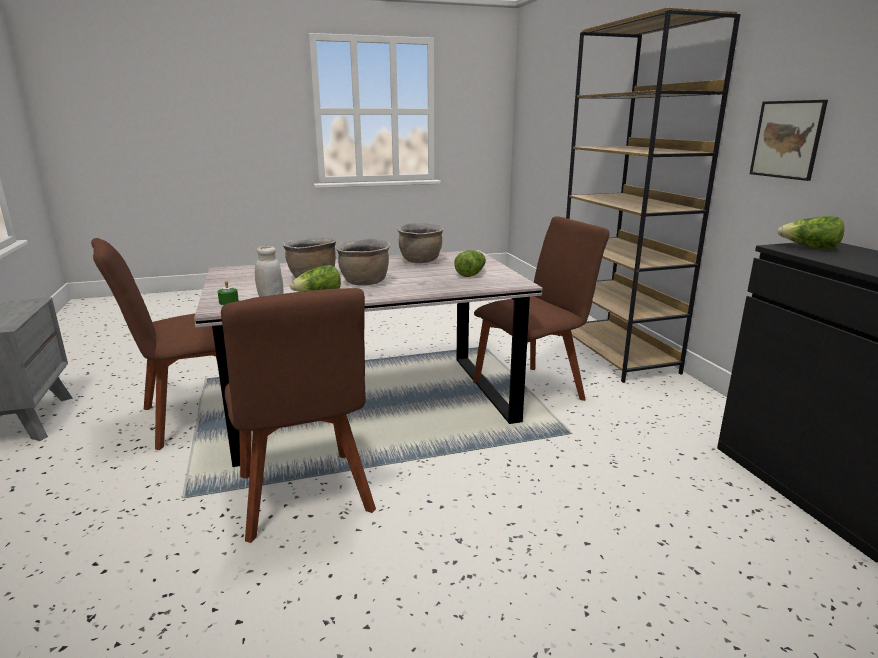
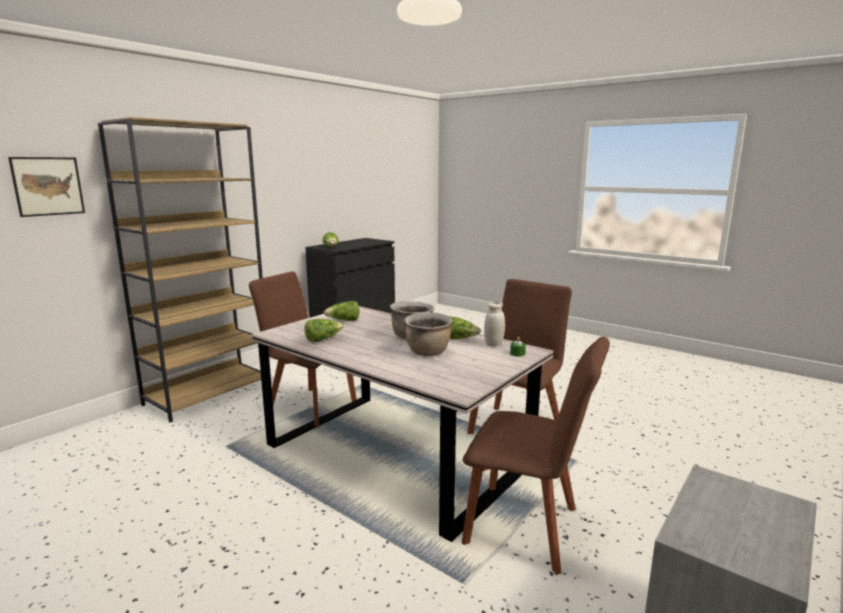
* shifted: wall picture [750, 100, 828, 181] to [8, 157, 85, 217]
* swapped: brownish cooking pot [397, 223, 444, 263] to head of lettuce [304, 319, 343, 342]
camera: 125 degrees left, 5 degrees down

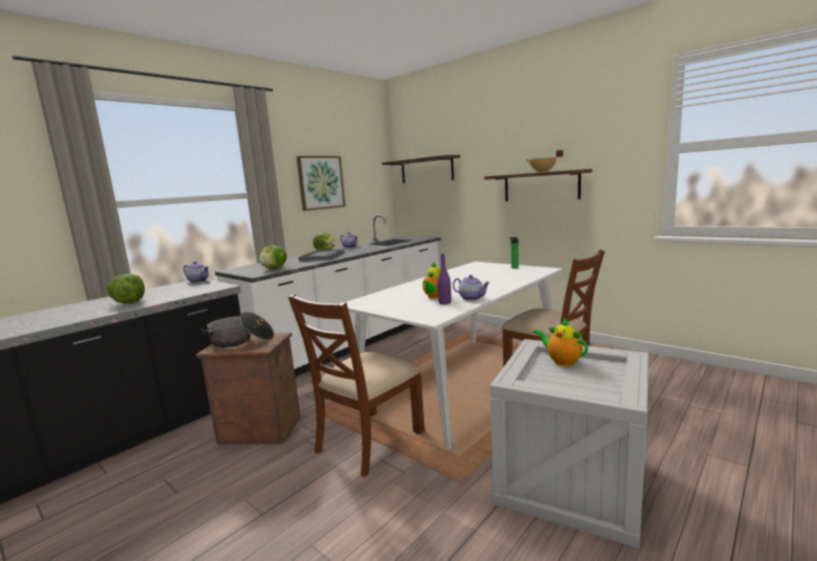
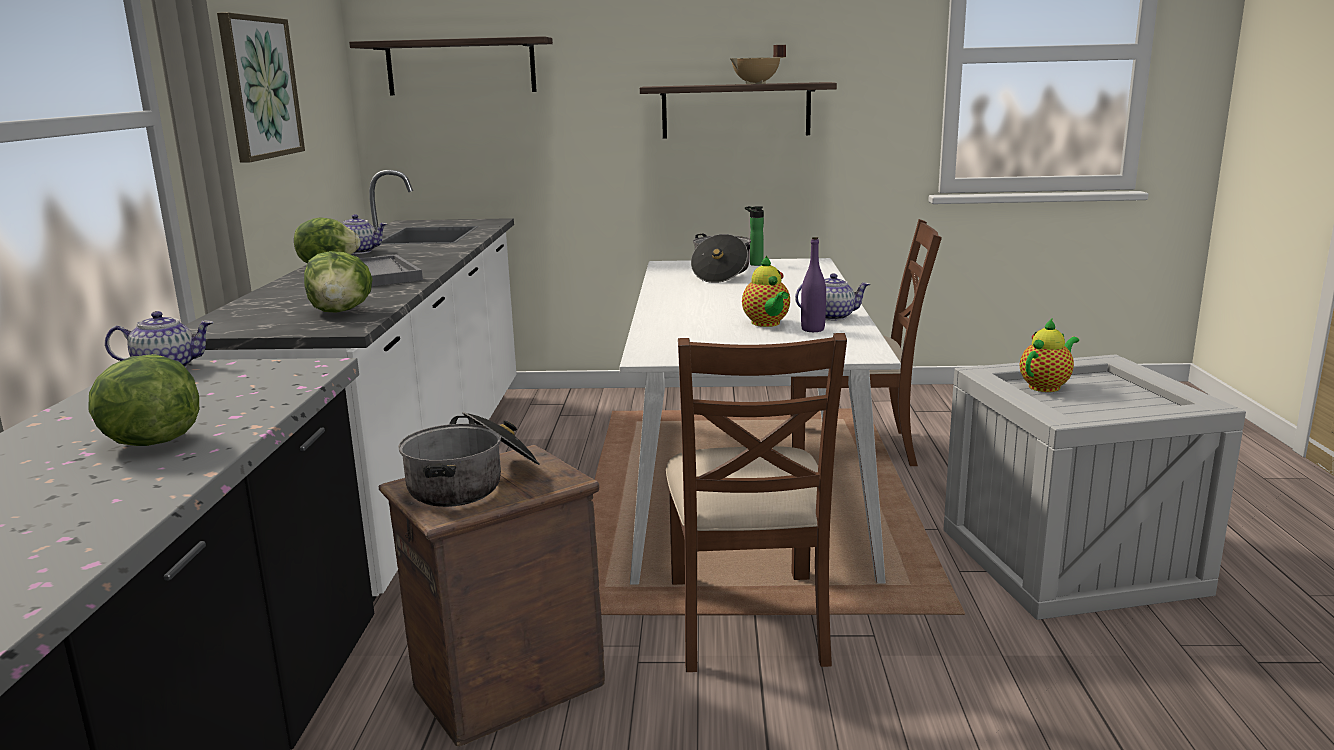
* new: cooking pot [691, 234, 751, 283]
* rotated: tea pot [533, 318, 588, 367] = [1020, 318, 1079, 392] 135 degrees clockwise
camera: 40 degrees left, 5 degrees up

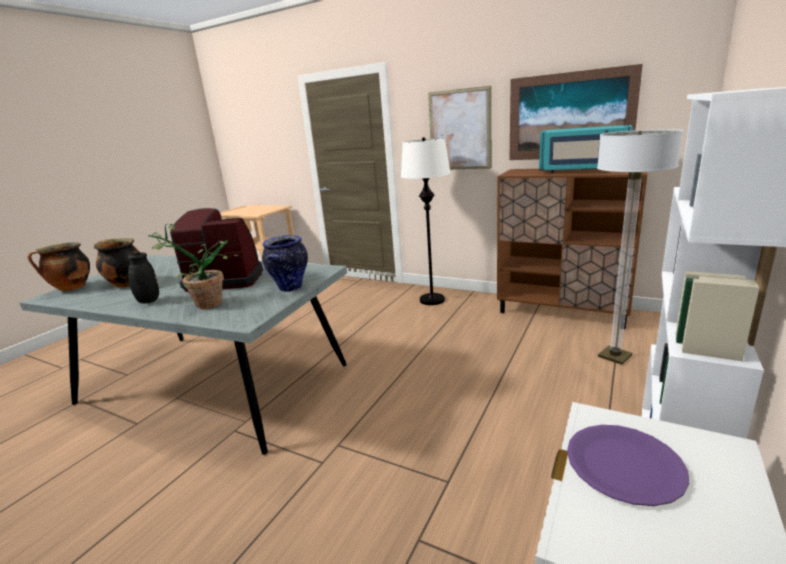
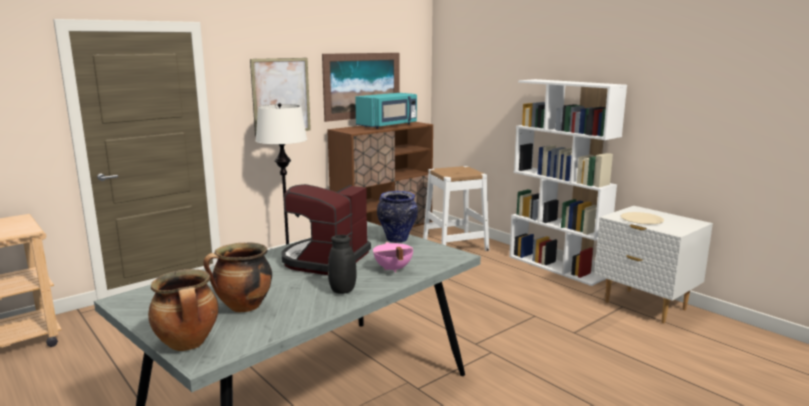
* swapped: plant in a pot [148, 224, 239, 309] to pinkish cooking pot [373, 242, 413, 272]
* swapped: standing lamp [597, 129, 684, 365] to white-coloured stool seat [423, 166, 489, 251]
* repainted: purple dinner plate [567, 425, 689, 506] to sand-coloured dinner plate [621, 212, 664, 224]
camera: 70 degrees left, 5 degrees down

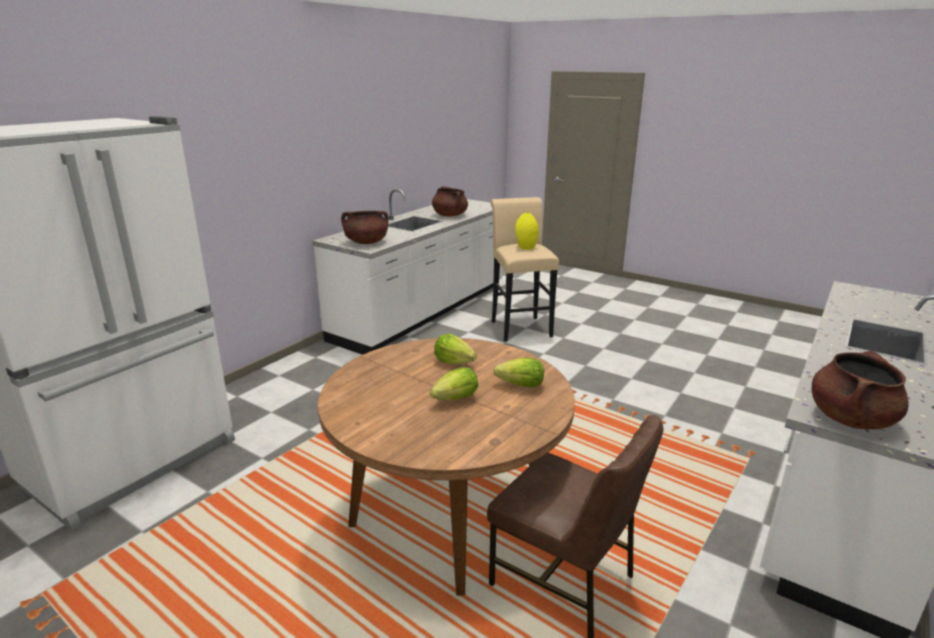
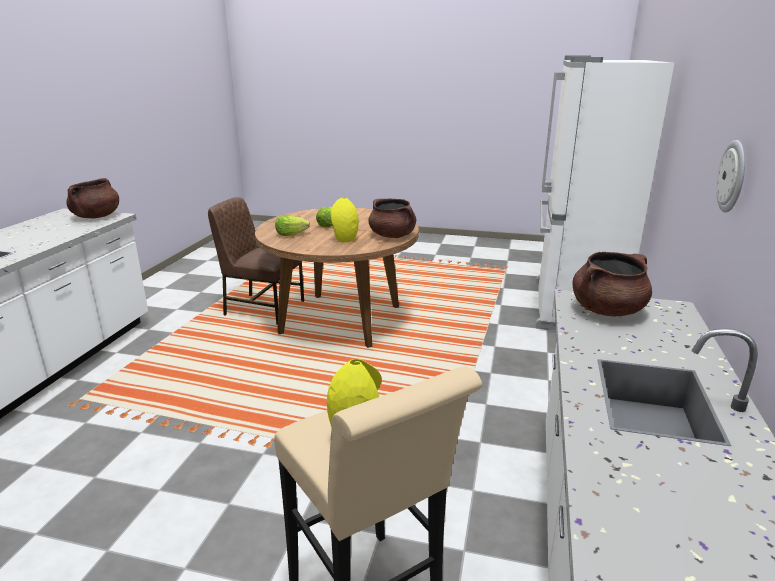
* swapped: head of lettuce [434, 333, 477, 364] to yellow-coloured decorative vase [331, 197, 359, 242]
* shifted: brownish cooking pot [432, 186, 468, 217] to [369, 199, 416, 238]
* new: wall clock [716, 140, 745, 213]
camera: 160 degrees right, 0 degrees up

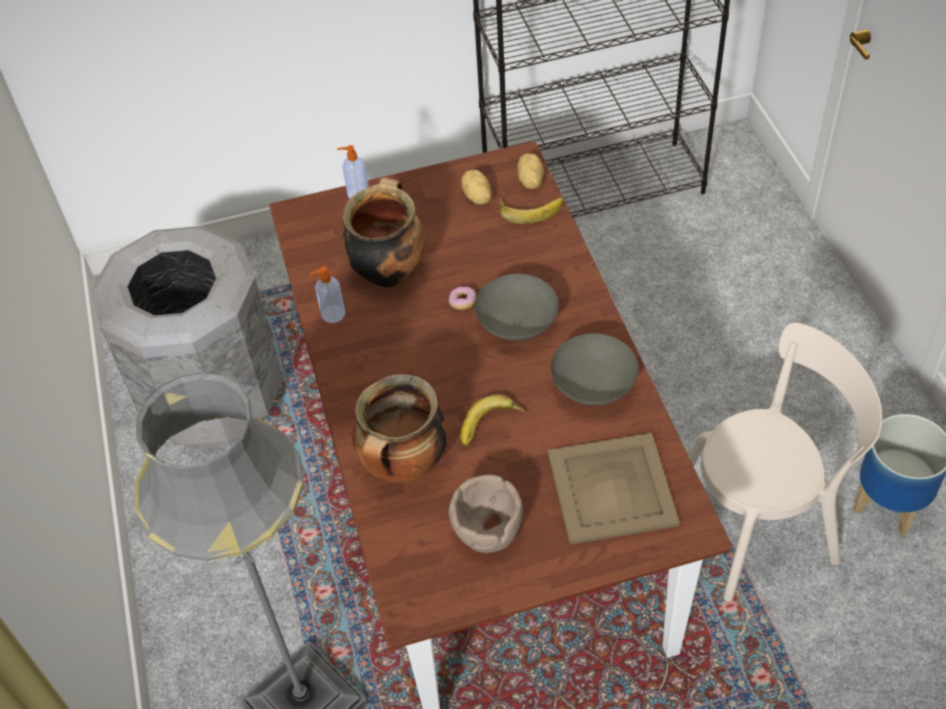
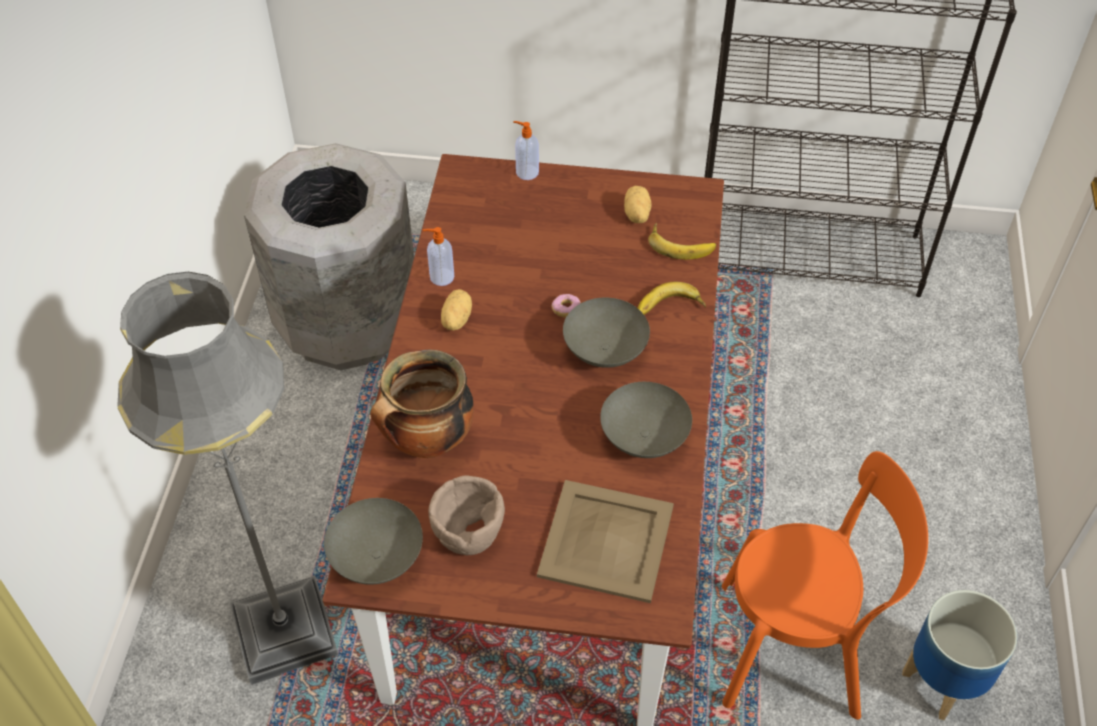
* new: grey bowl [324, 498, 423, 585]
* shifted: whole potato [518, 153, 544, 189] to [441, 289, 472, 330]
* shifted: banana fruit [460, 394, 525, 447] to [638, 282, 706, 315]
* repainted: sand-coloured upright chair [689, 323, 882, 601] to orange-coloured upright chair [722, 451, 928, 720]
* gone: cooking pot [342, 177, 426, 288]
camera: 20 degrees right, 0 degrees up

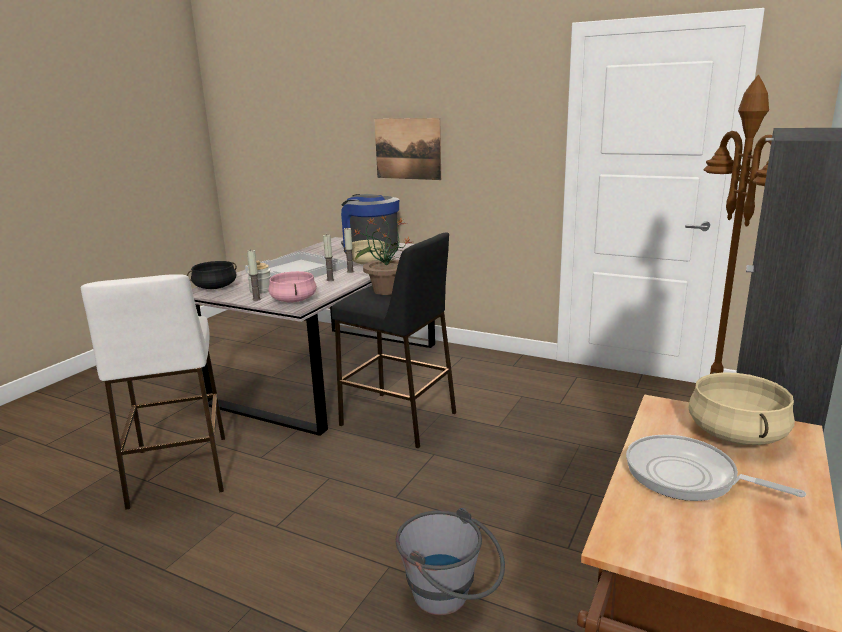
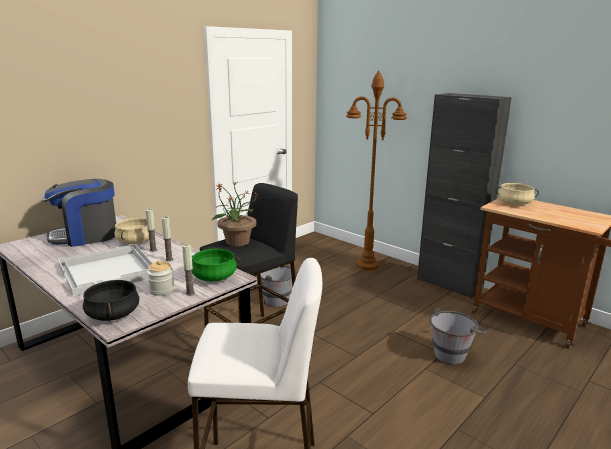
* repainted: pinkish cooking pot [269, 271, 317, 303] to green cooking pot [192, 249, 241, 281]
* new: grey pail [253, 265, 296, 307]
* gone: wall picture [374, 118, 441, 180]
* gone: pan [626, 435, 806, 501]
camera: 75 degrees left, 0 degrees up

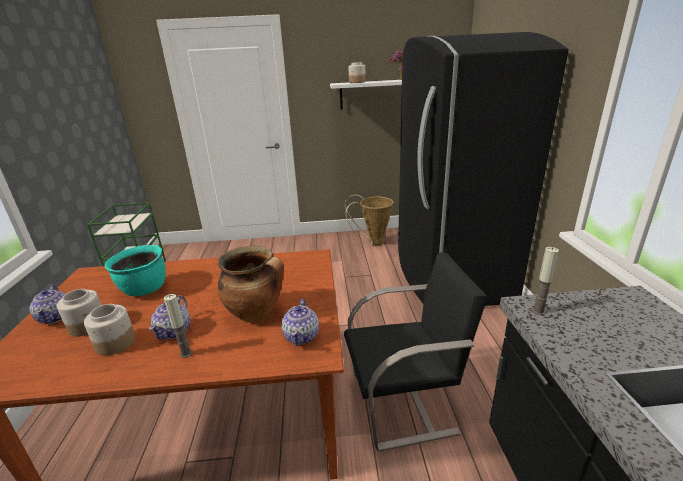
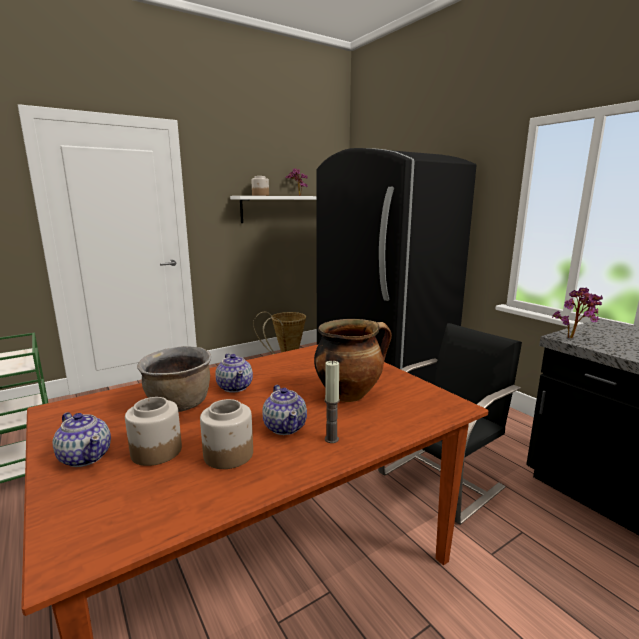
* repainted: turquoise cooking pot [105, 245, 166, 296] to brownish cooking pot [137, 346, 211, 412]
* shifted: tea pot [281, 299, 319, 346] to [216, 353, 253, 393]
* swapped: candle [532, 247, 559, 315] to plant in a pot [552, 288, 603, 338]
camera: 30 degrees left, 10 degrees down

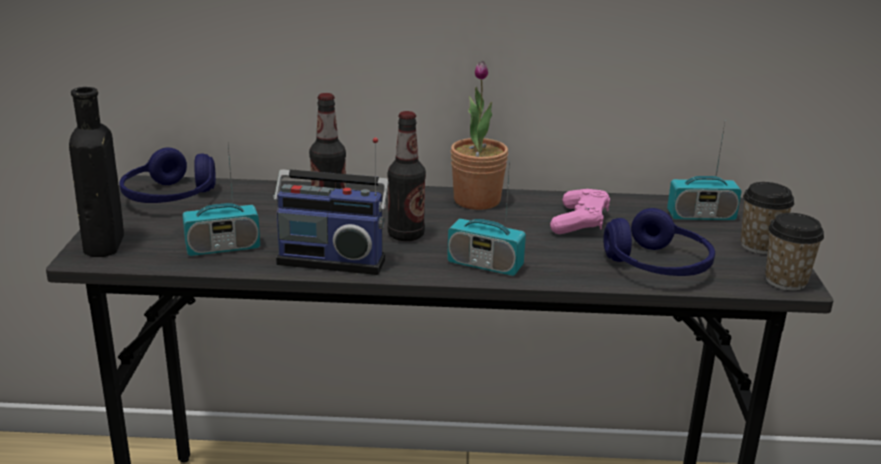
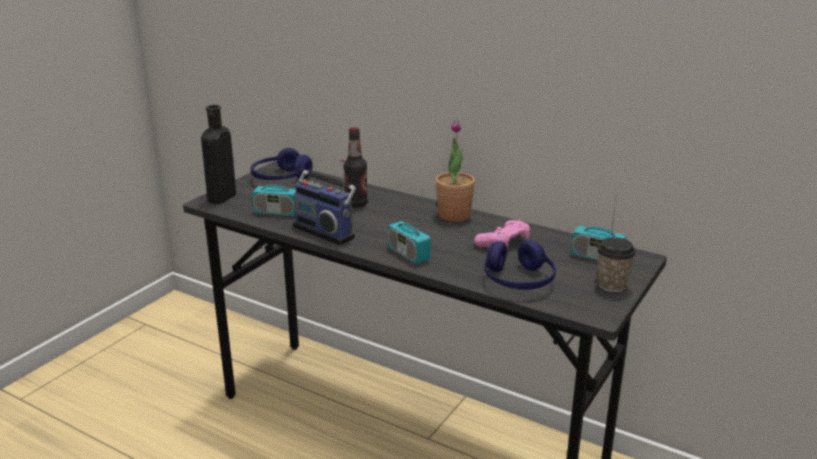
* gone: beverage bottle [387, 111, 426, 241]
* gone: small cup [765, 213, 824, 291]
camera: 30 degrees right, 0 degrees up

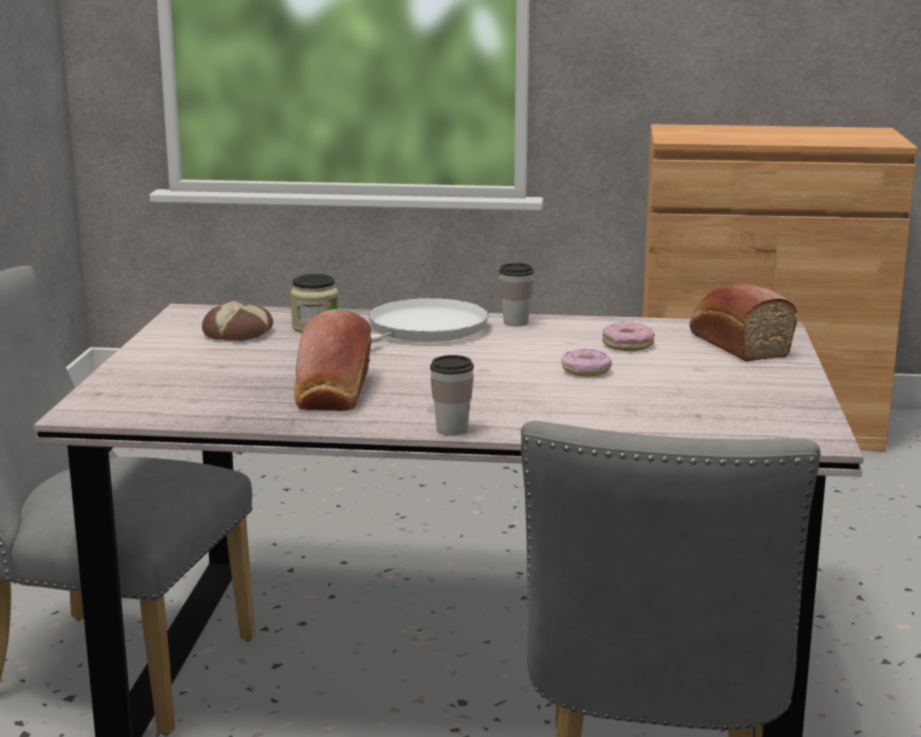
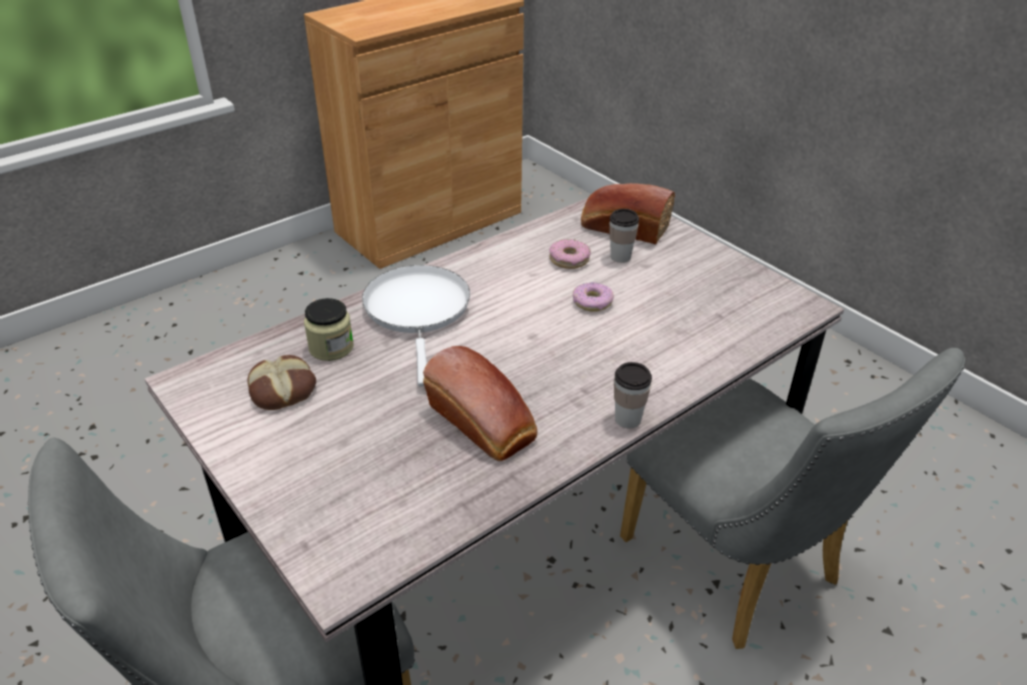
* shifted: small cup [499, 263, 534, 326] to [609, 209, 639, 263]
camera: 45 degrees left, 20 degrees up

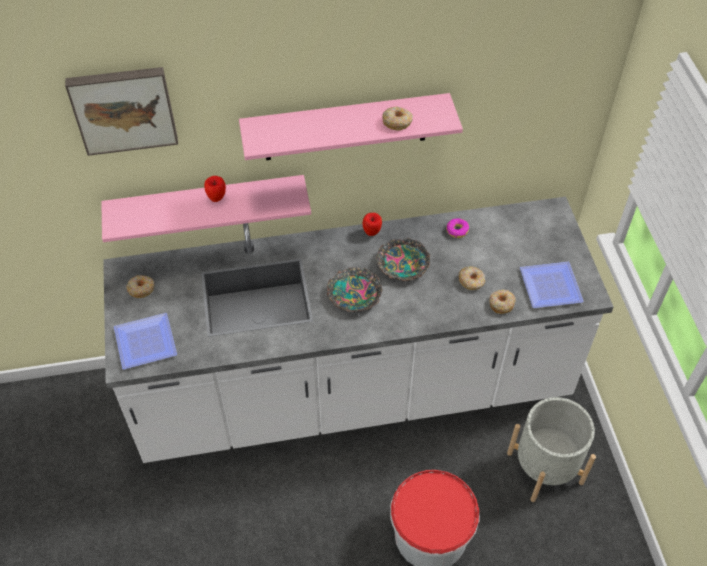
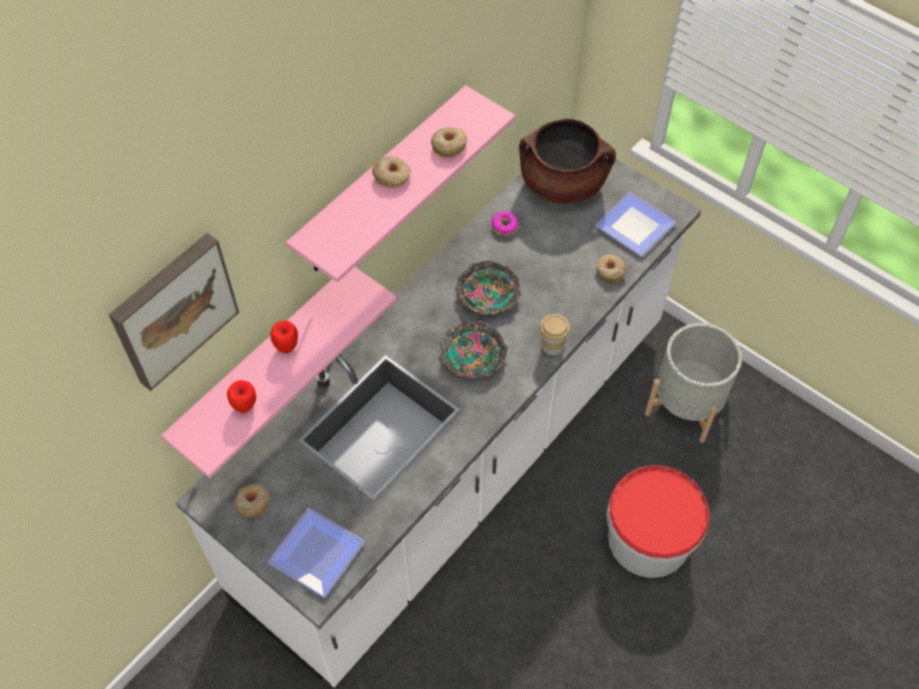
* shifted: whole apple [362, 213, 382, 236] to [227, 380, 256, 413]
* shifted: ring doughnut [459, 266, 485, 290] to [372, 157, 411, 188]
* new: brownish cooking pot [519, 119, 616, 204]
* new: small cup [540, 314, 570, 355]
camera: 40 degrees left, 5 degrees up

